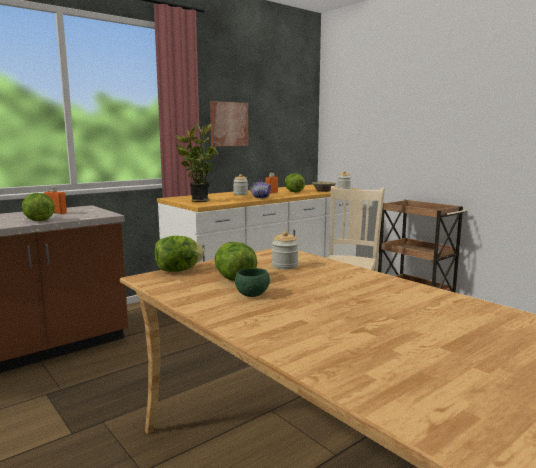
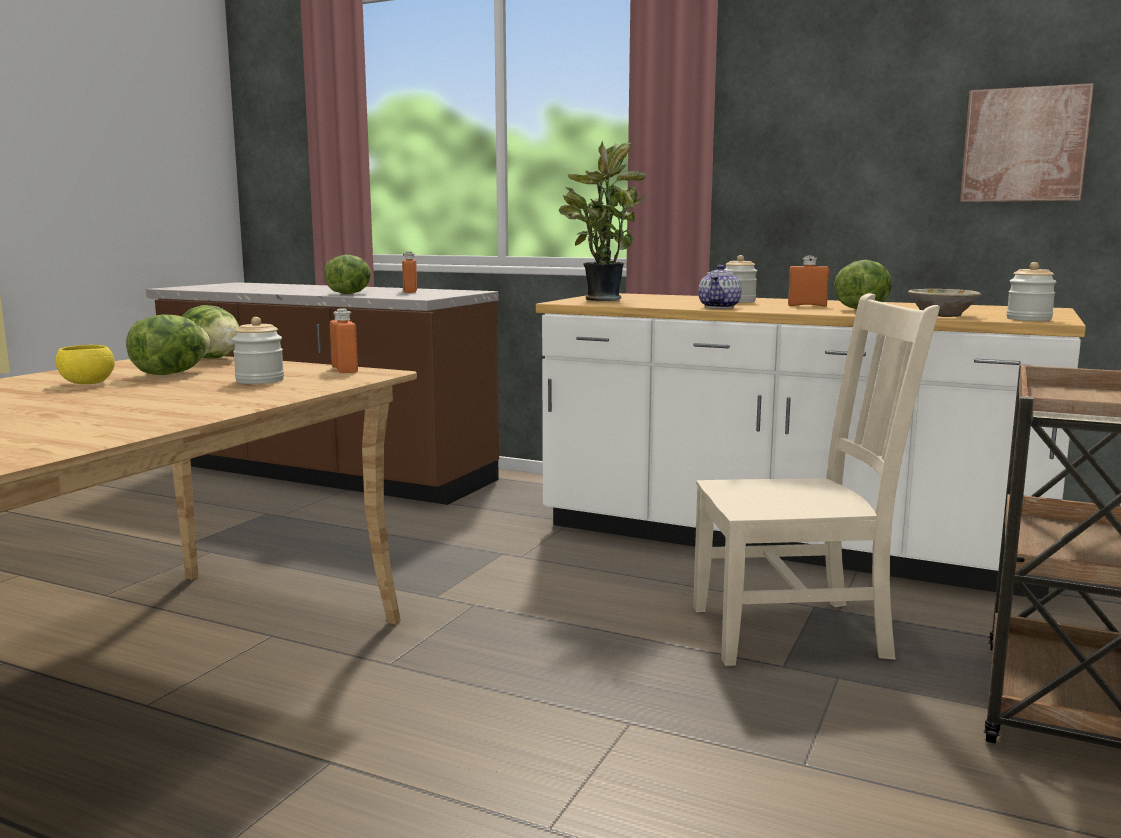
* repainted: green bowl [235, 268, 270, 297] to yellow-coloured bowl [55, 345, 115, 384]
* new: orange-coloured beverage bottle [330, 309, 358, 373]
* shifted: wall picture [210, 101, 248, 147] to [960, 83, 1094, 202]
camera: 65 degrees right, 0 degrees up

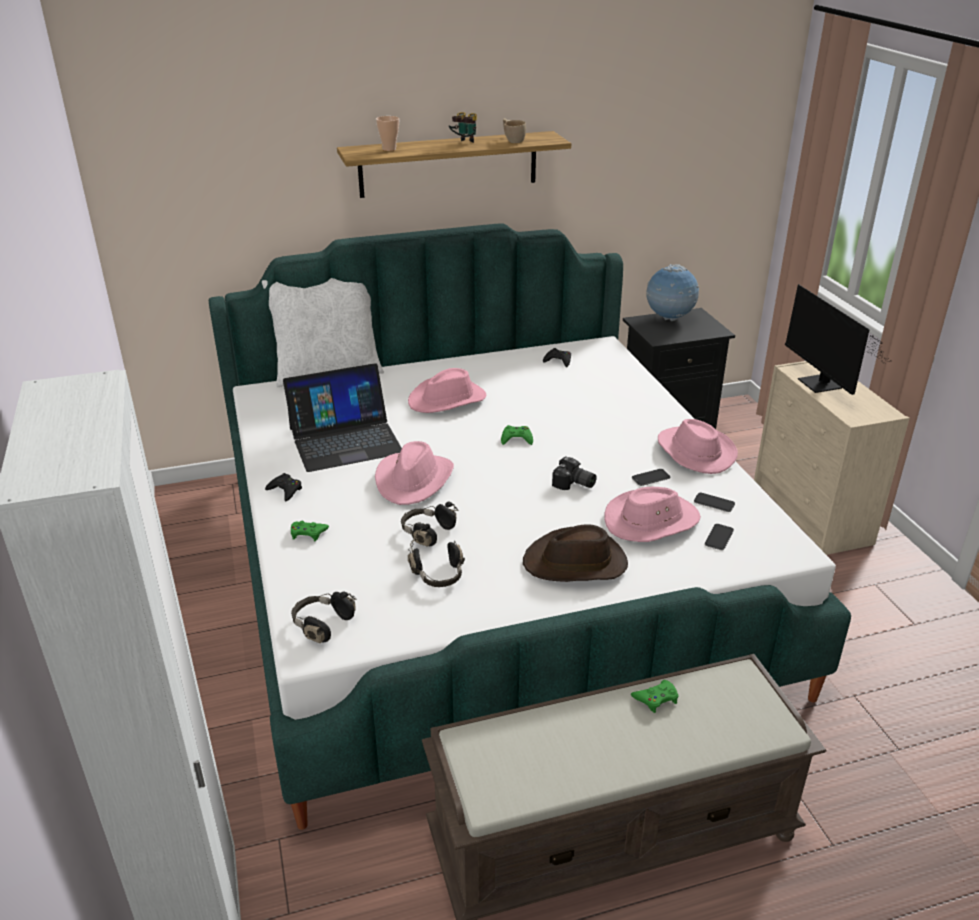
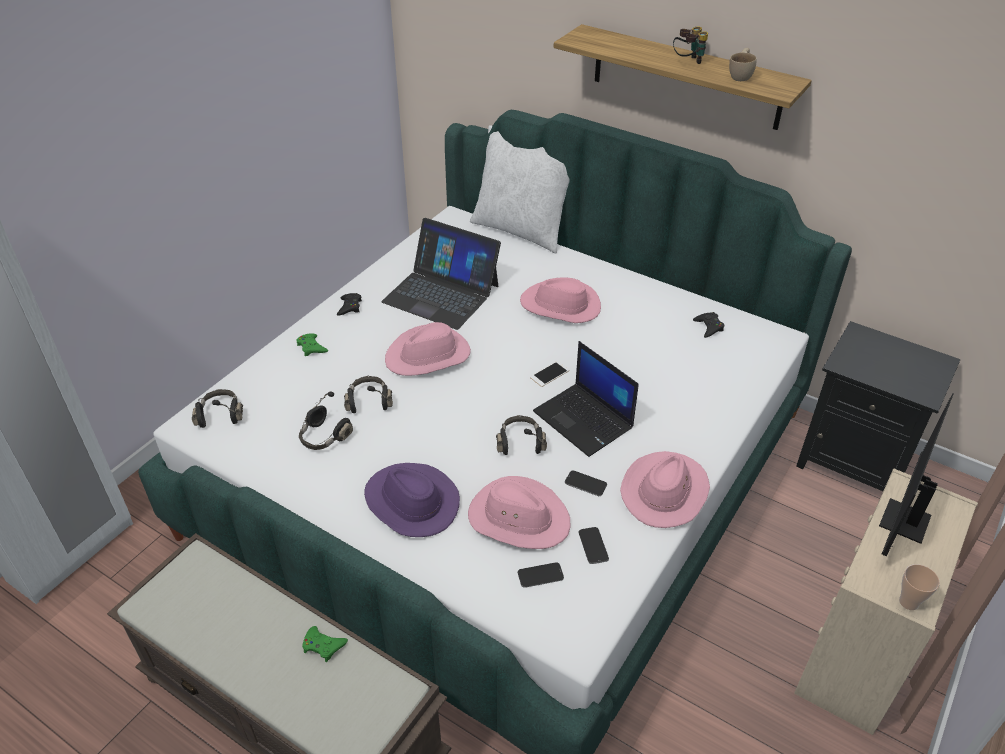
* repainted: brownish hat [523, 524, 628, 582] to purple hat [364, 463, 460, 537]
* swapped: still camera [552, 456, 597, 490] to black-coloured headphones [496, 415, 547, 455]
* swapped: green gamepad [501, 425, 533, 445] to telephone [530, 361, 570, 387]
* new: notebook computer [533, 341, 639, 457]
* shifted: small cup [376, 116, 399, 151] to [899, 564, 940, 610]
* gone: world globe [646, 264, 699, 321]
camera: 50 degrees right, 10 degrees up

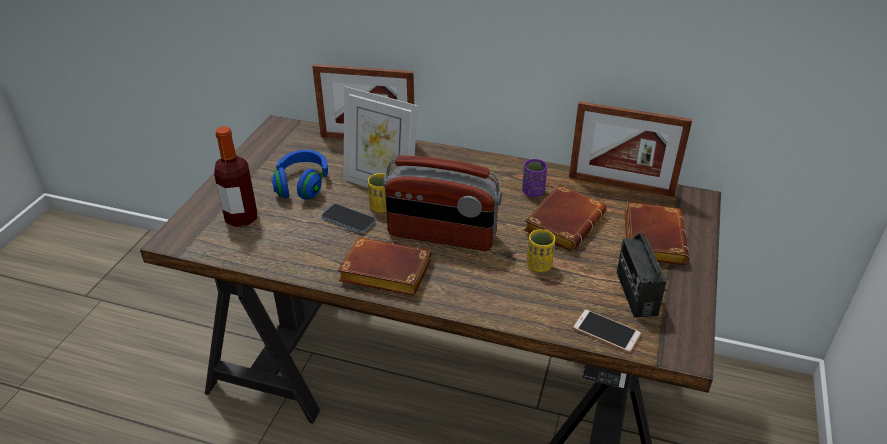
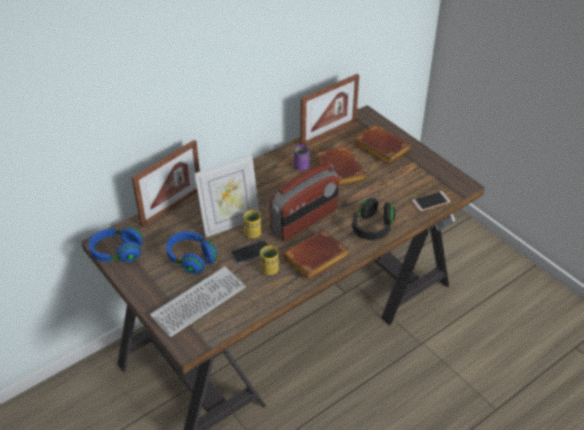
* new: bluish headphones [89, 227, 143, 263]
* swapped: beverage bottle [214, 126, 257, 227] to PC keyboard [150, 266, 246, 337]
* shifted: yellow-coloured small cup [527, 229, 555, 272] to [260, 246, 279, 275]
* new: black-coloured headphones [352, 198, 395, 240]
* gone: radio [617, 233, 667, 317]
camera: 55 degrees left, 5 degrees up

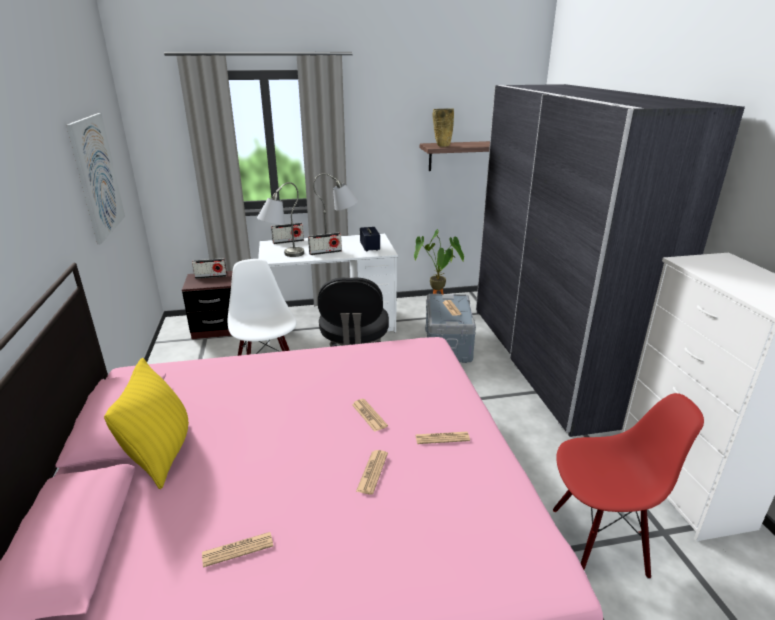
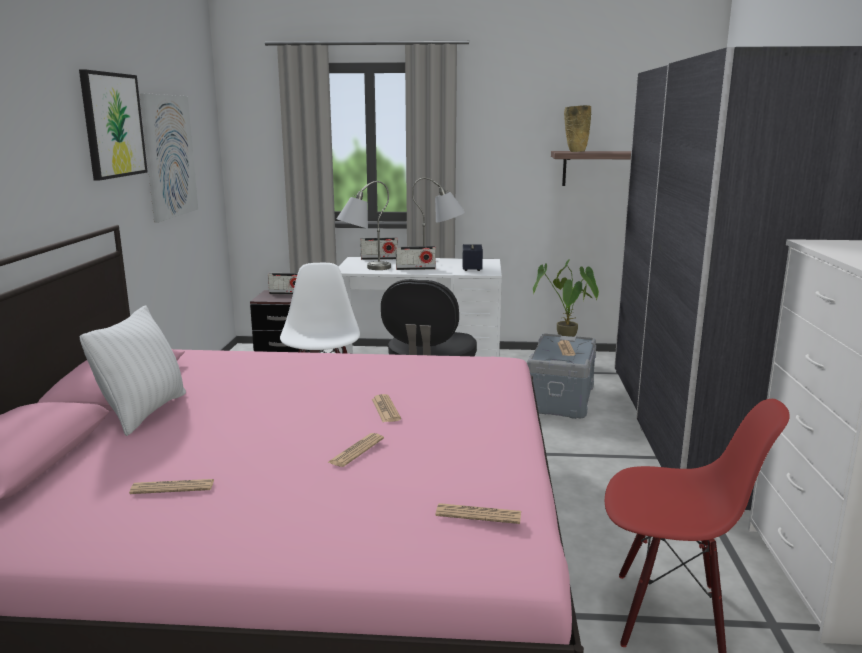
* new: wall picture [79, 70, 148, 180]
* repainted: yellow-coloured cushion [104, 358, 189, 489] to white-coloured cushion [80, 306, 186, 436]
* shifted: daily paper [416, 432, 470, 444] to [436, 503, 521, 524]
camera: 15 degrees right, 10 degrees down

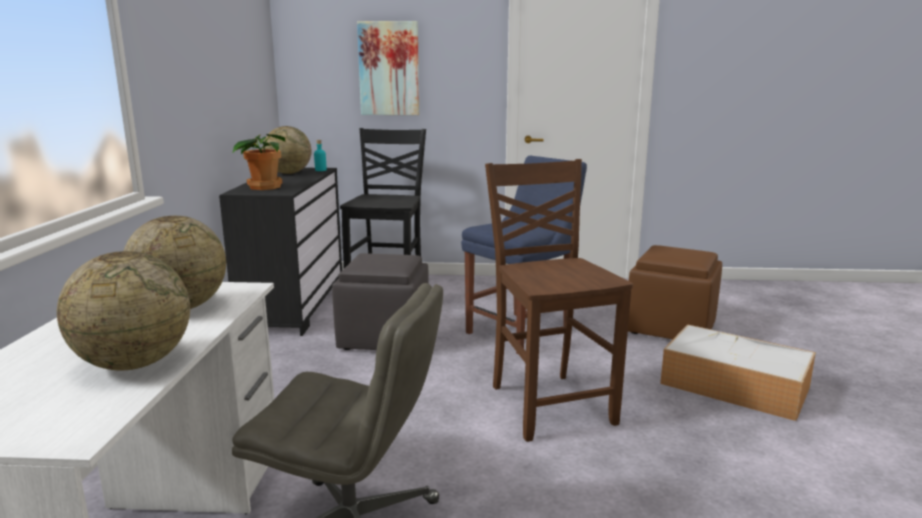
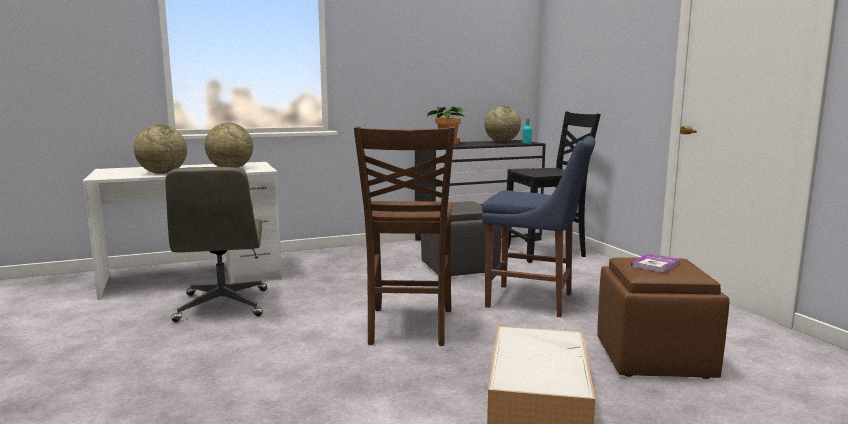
* rotated: brownish upright chair [485, 159, 633, 442] = [354, 127, 455, 346] 135 degrees clockwise
* new: bound book [631, 253, 680, 273]
* gone: wall picture [357, 21, 419, 115]
camera: 65 degrees right, 5 degrees down

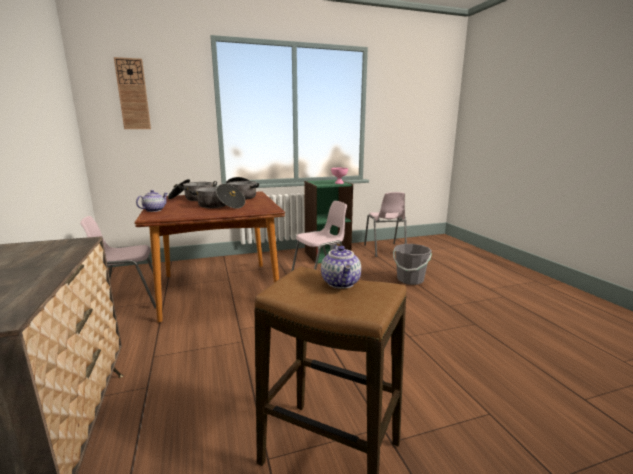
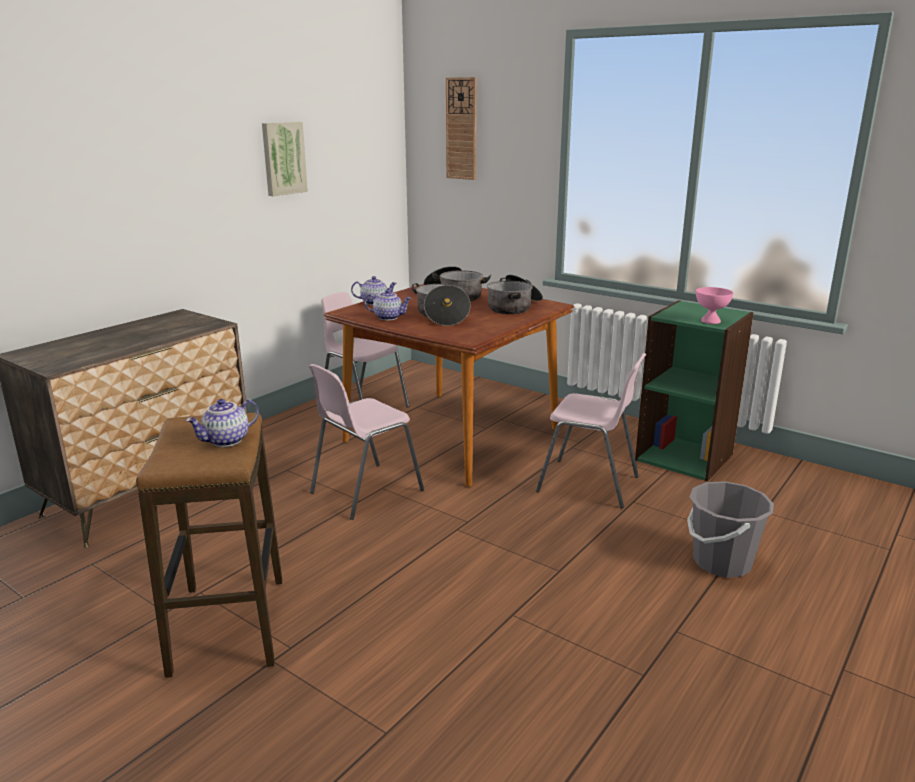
* new: wall picture [262, 122, 308, 196]
* shifted: pinkish upright chair [364, 192, 407, 257] to [309, 364, 424, 520]
* new: tea pot [364, 289, 412, 320]
camera: 55 degrees right, 5 degrees up

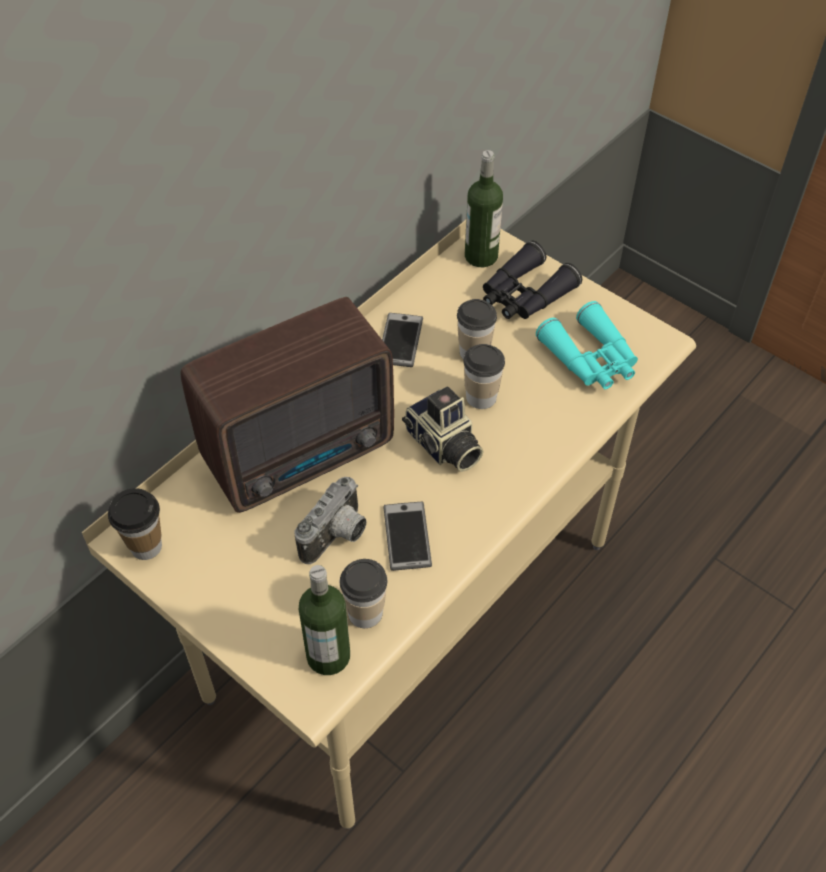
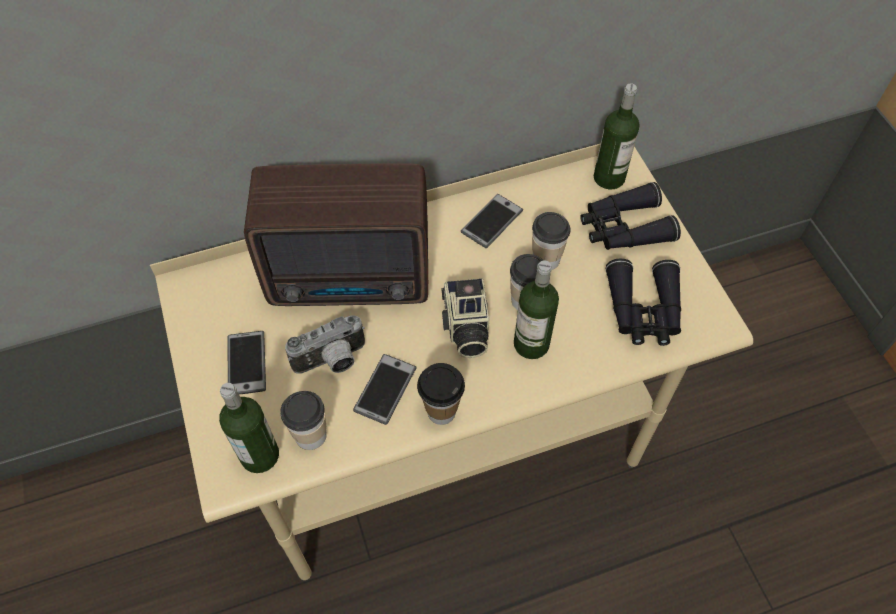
* new: telephone [227, 331, 266, 395]
* shifted: small cup [108, 488, 162, 560] to [417, 363, 465, 425]
* new: beverage bottle [514, 260, 559, 359]
* repainted: turquoise pair of binoculars [536, 301, 638, 389] to black-coloured pair of binoculars [605, 258, 681, 346]
camera: 30 degrees right, 5 degrees up

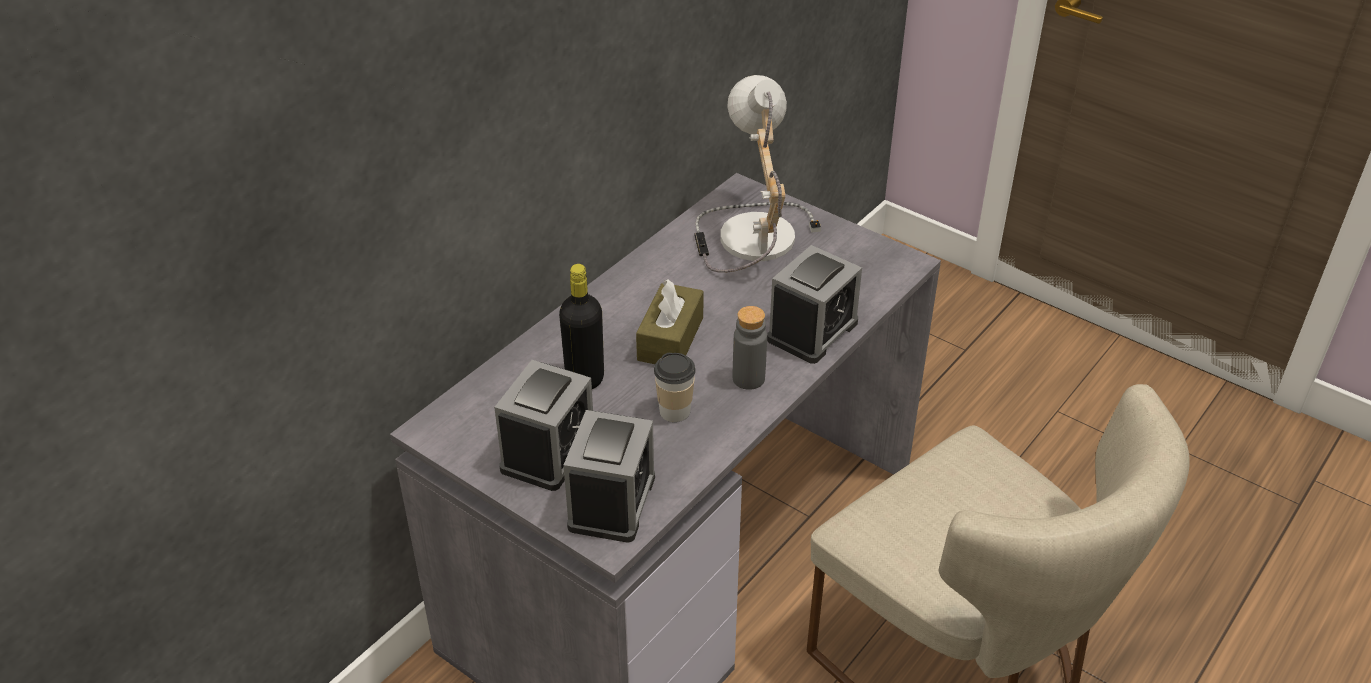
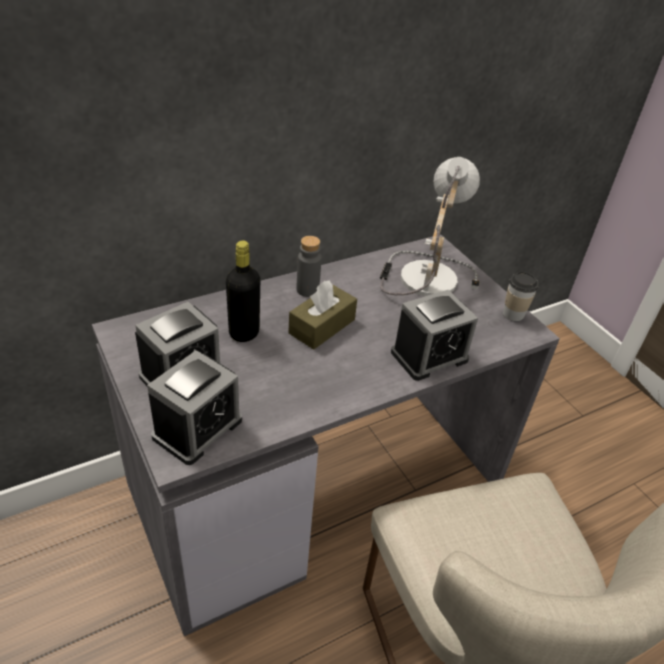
* shifted: grey beverage bottle [733, 306, 767, 390] to [296, 236, 322, 297]
* shifted: small cup [654, 353, 696, 422] to [503, 271, 539, 321]
camera: 20 degrees right, 0 degrees up

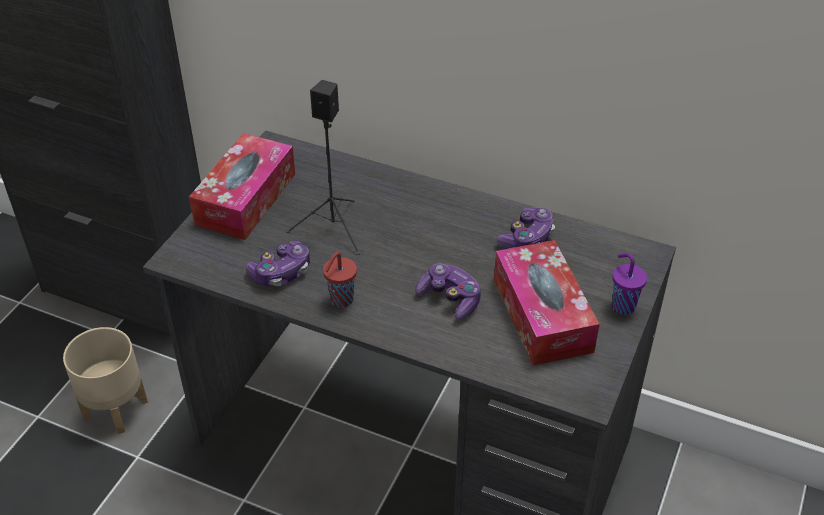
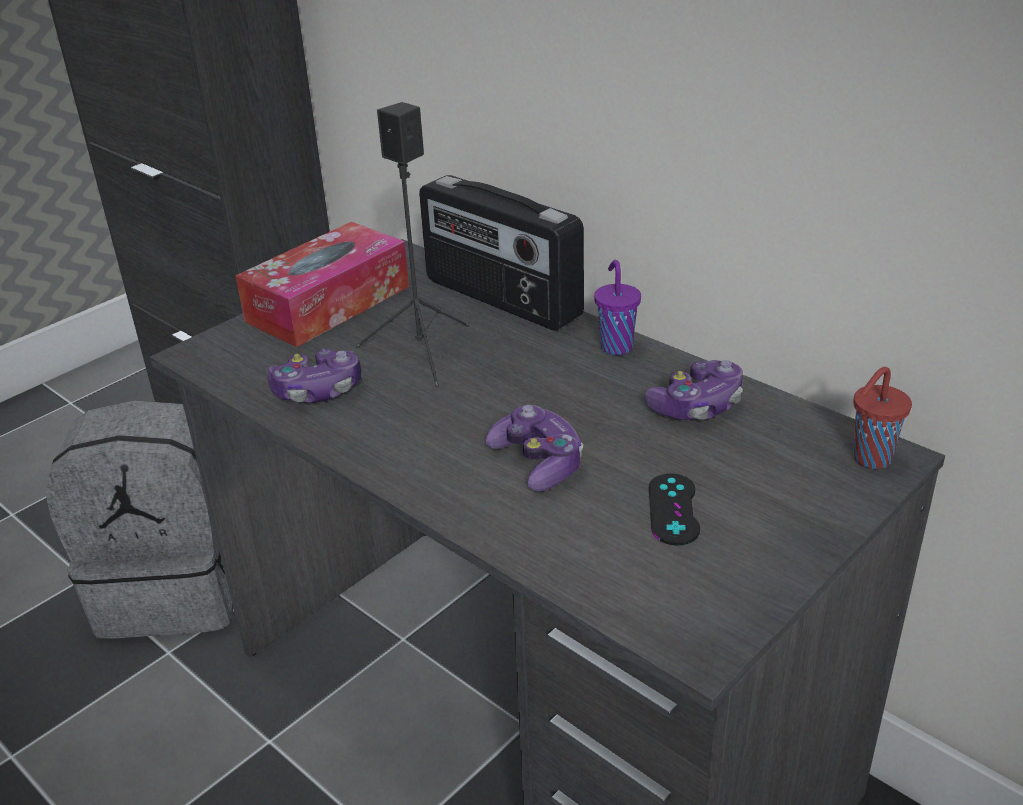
* swapped: sand-coloured flower pot [63, 327, 148, 434] to grey backpack [46, 400, 234, 639]
* new: radio [419, 175, 584, 331]
* shifted: purple small cup [612, 253, 647, 315] to [594, 260, 641, 355]
* swapped: tissue box [494, 240, 600, 366] to black-coloured gamepad [649, 473, 700, 546]
* shifted: red small cup [323, 252, 357, 308] to [853, 367, 912, 469]
camera: 20 degrees right, 10 degrees down

